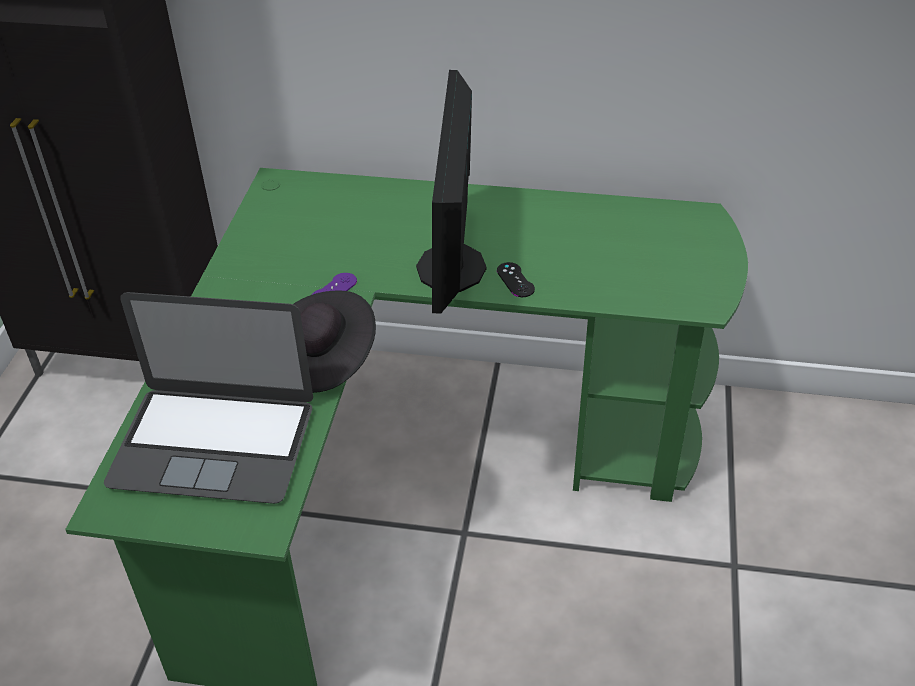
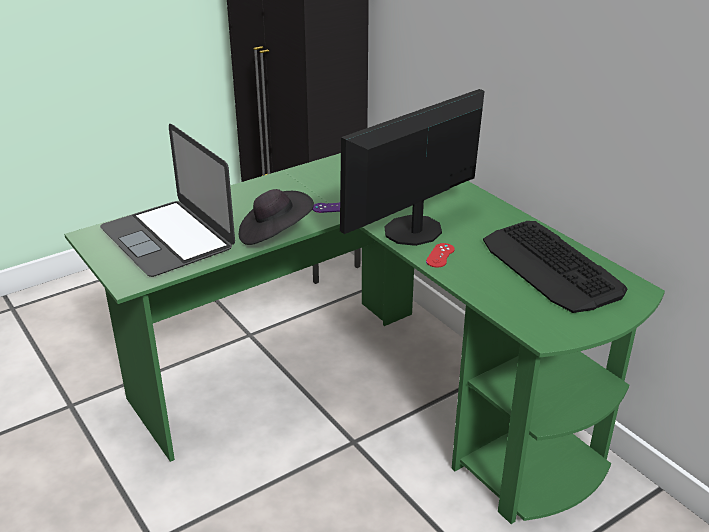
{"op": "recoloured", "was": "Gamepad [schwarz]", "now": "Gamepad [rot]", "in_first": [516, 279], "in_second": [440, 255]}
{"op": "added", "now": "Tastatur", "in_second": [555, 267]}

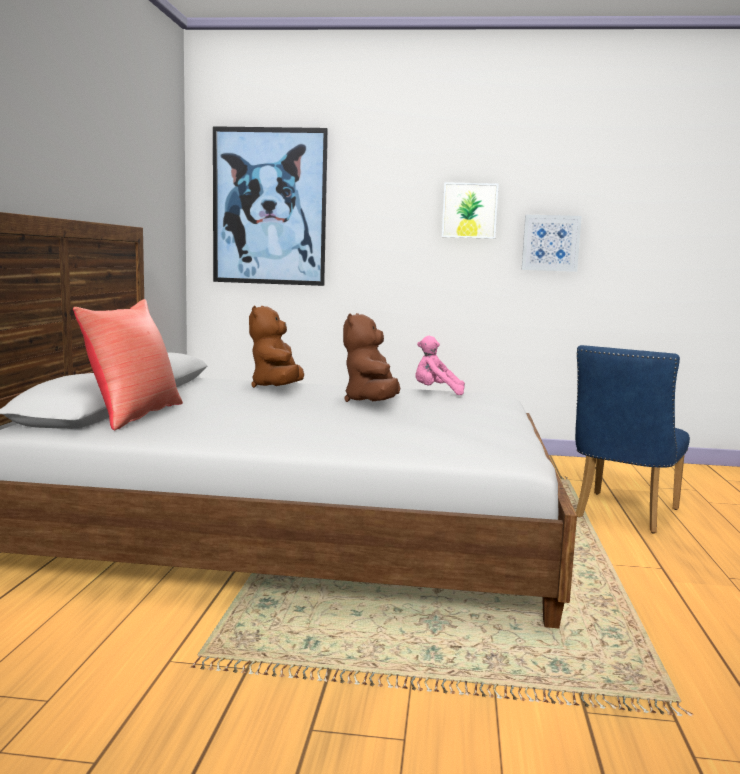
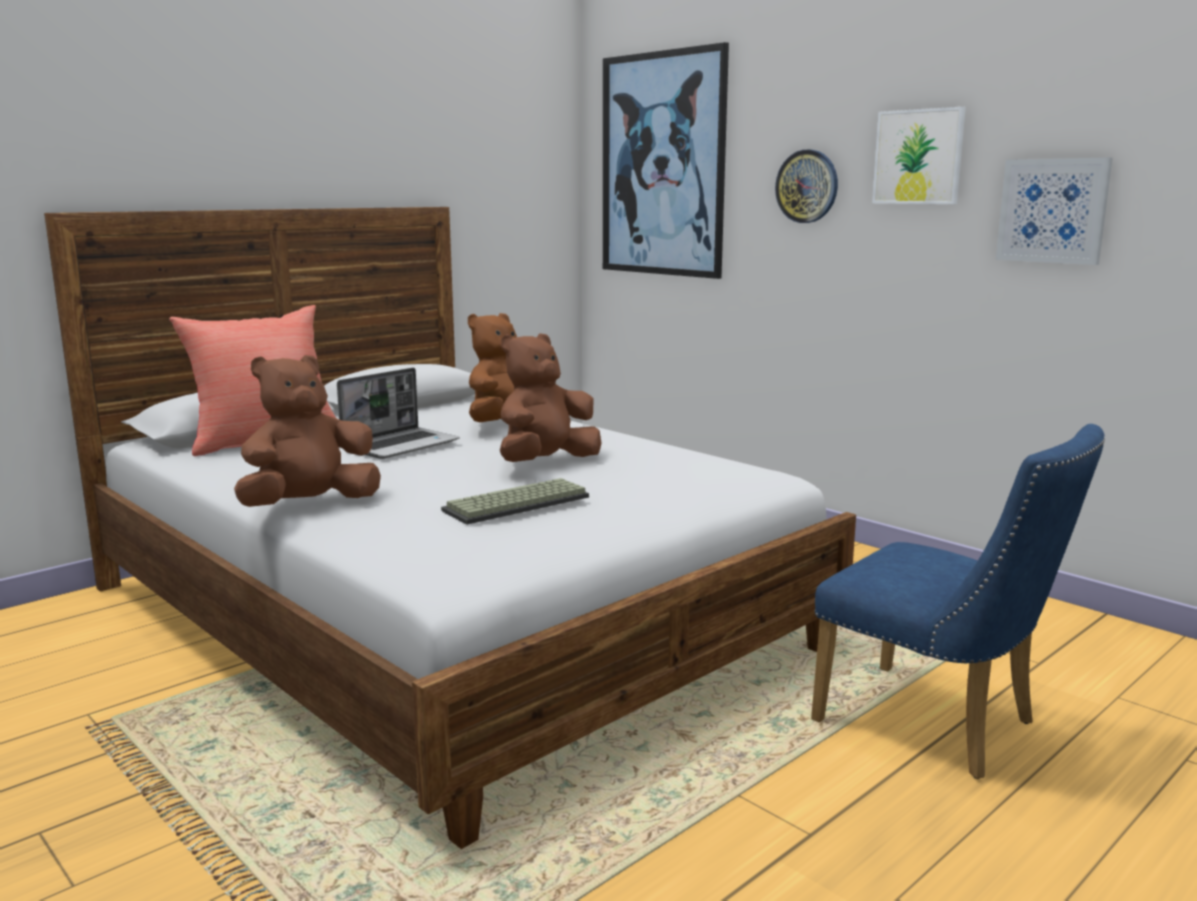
{"op": "removed", "was": "Plüschtier [rosa]", "in_first": [440, 365]}
{"op": "turned", "was": "Stuhl [blau]", "in_first": [632, 439], "in_second": [958, 601], "clockwise": -120}
{"op": "added", "now": "Plüschtier [braun]", "in_second": [307, 431]}
{"op": "added", "now": "Laptop", "in_second": [398, 413]}
{"op": "added", "now": "Tastatur", "in_second": [515, 501]}
{"op": "added", "now": "Wanduhr", "in_second": [806, 186]}

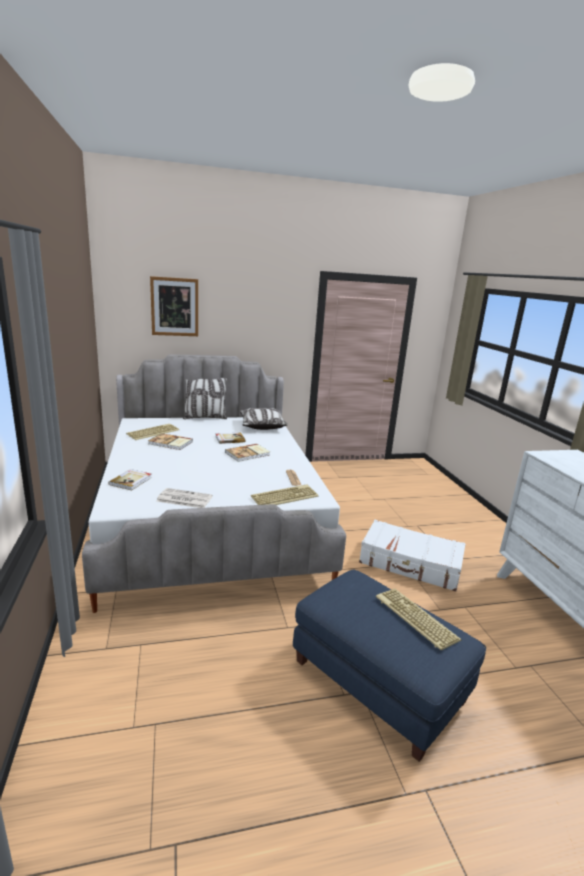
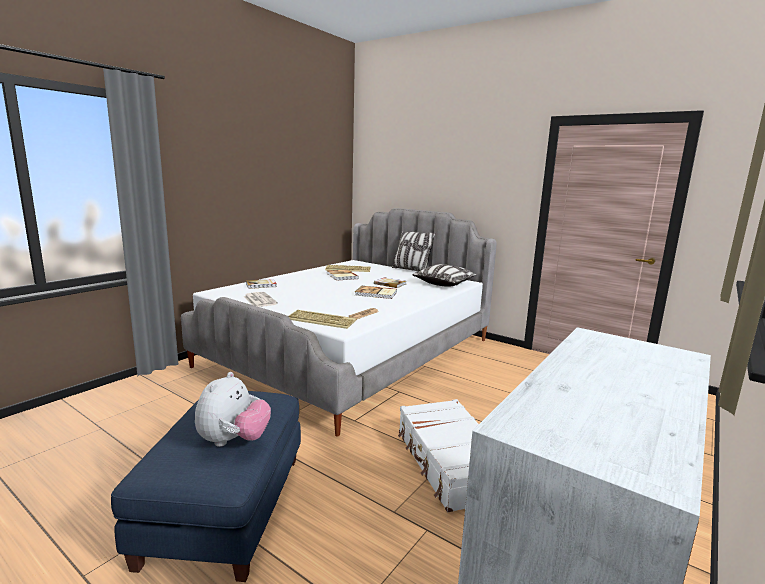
{"op": "removed", "was": "Bild", "in_first": [174, 306]}
{"op": "replaced", "was": "Tastatur", "now": "Plüschtier", "in_first": [418, 619], "in_second": [233, 409]}

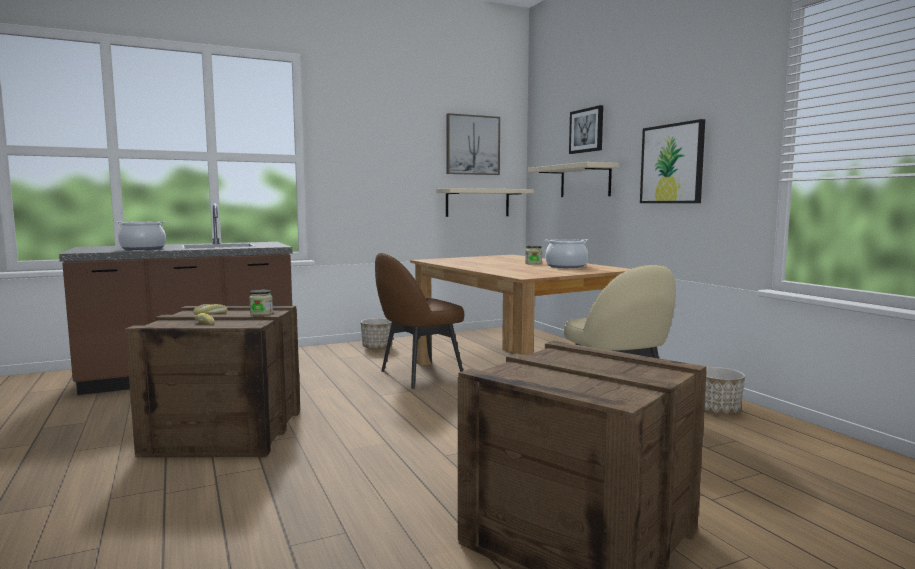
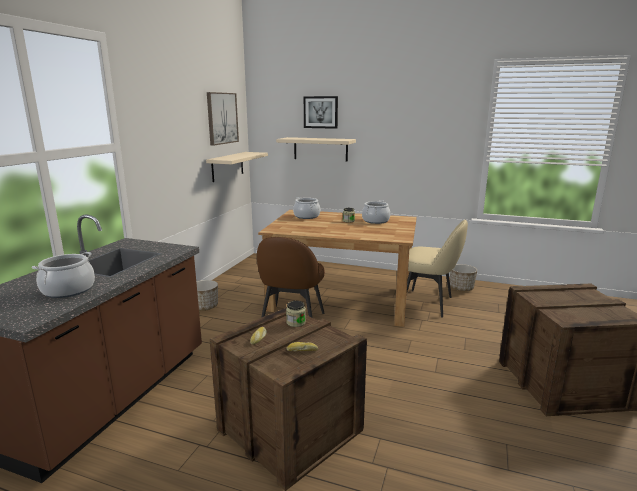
{"op": "removed", "was": "Bild", "in_first": [672, 161]}
{"op": "added", "now": "Kochtopf", "in_second": [306, 208]}

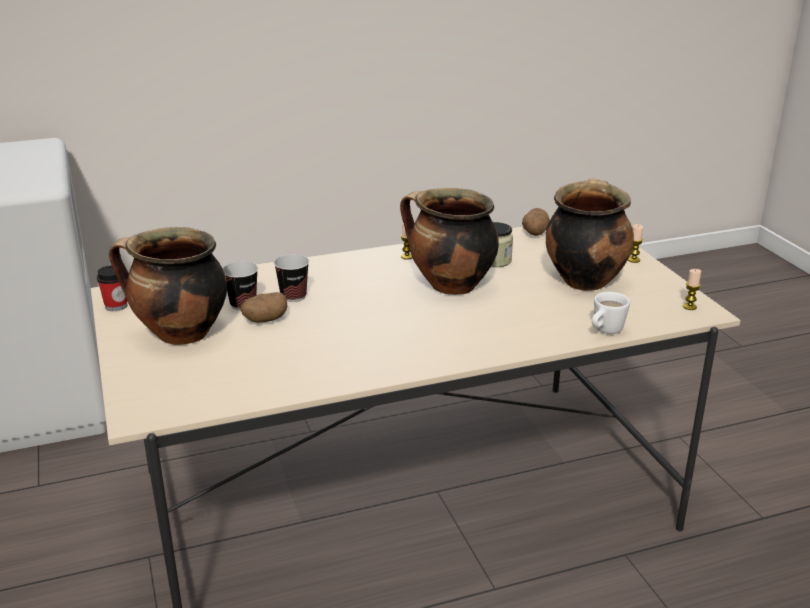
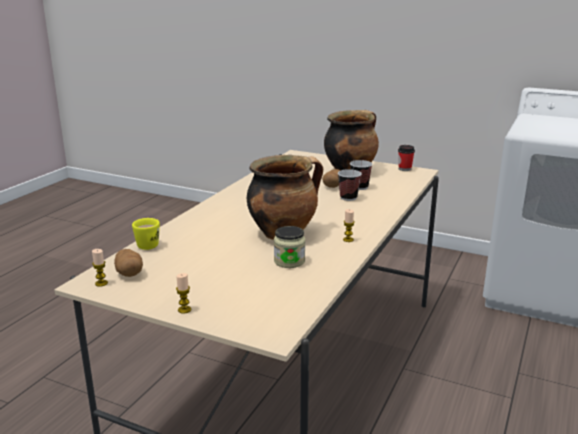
{"op": "moved", "was": "Kartoffel", "in_first": [536, 222], "in_second": [128, 263]}
{"op": "removed", "was": "Kochtopf", "in_first": [590, 234]}
{"op": "recoloured", "was": "Henkelbecher [weiß]", "now": "Henkelbecher [gelb]", "in_first": [611, 313], "in_second": [146, 234]}

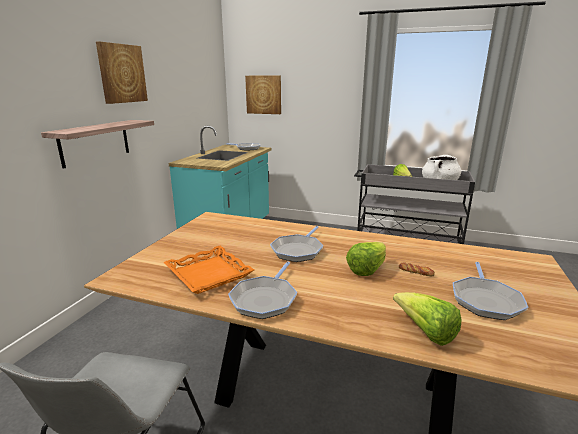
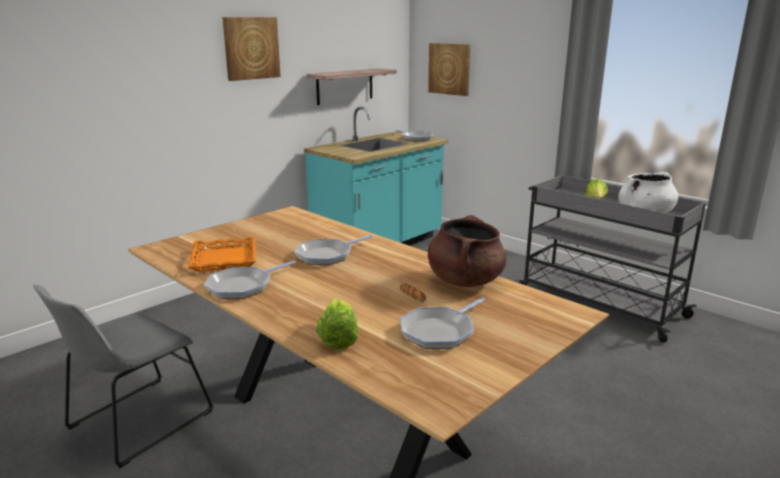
{"op": "moved", "was": "Wandregal", "in_first": [97, 144], "in_second": [352, 86]}
{"op": "removed", "was": "Salatkopf", "in_first": [366, 259]}
{"op": "added", "now": "Kochtopf [braun]", "in_second": [467, 251]}

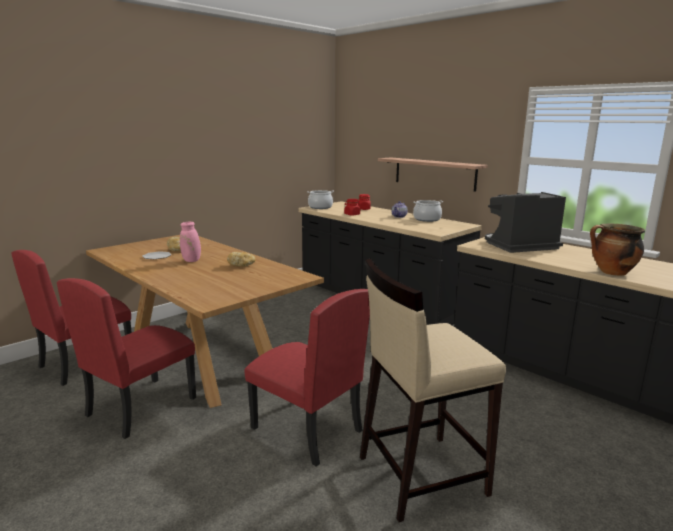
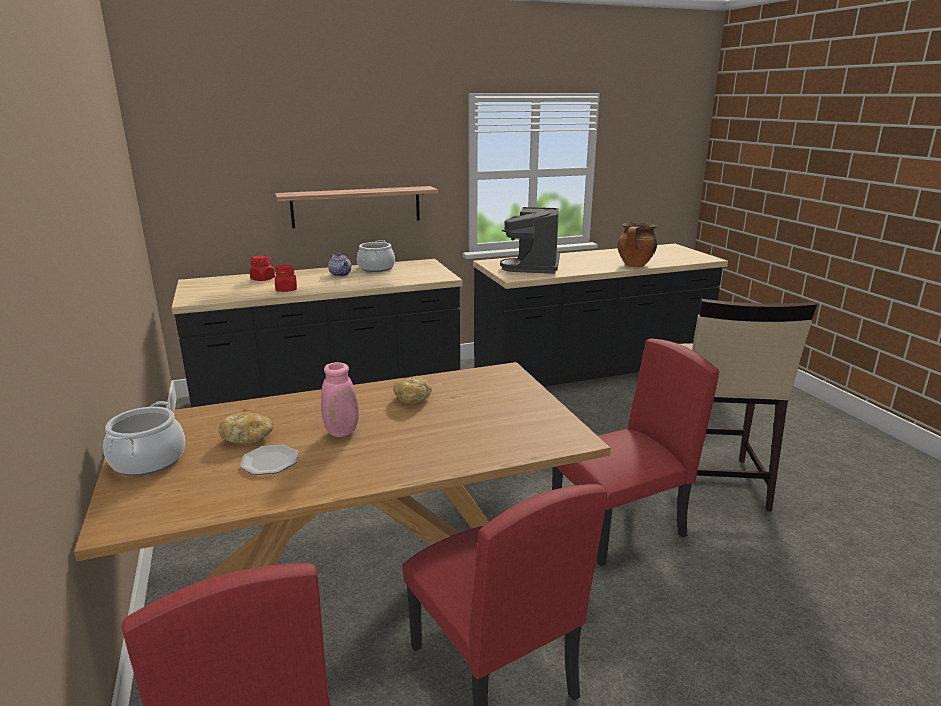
{"op": "moved", "was": "Kochtopf", "in_first": [320, 199], "in_second": [144, 438]}

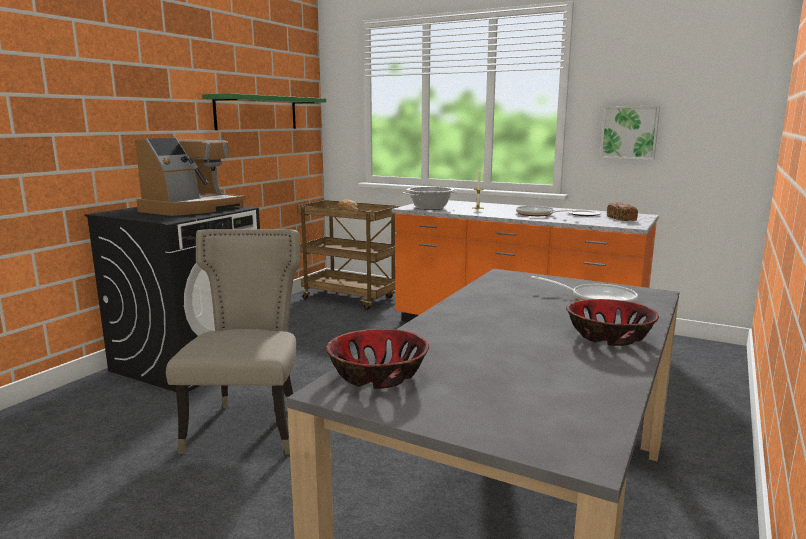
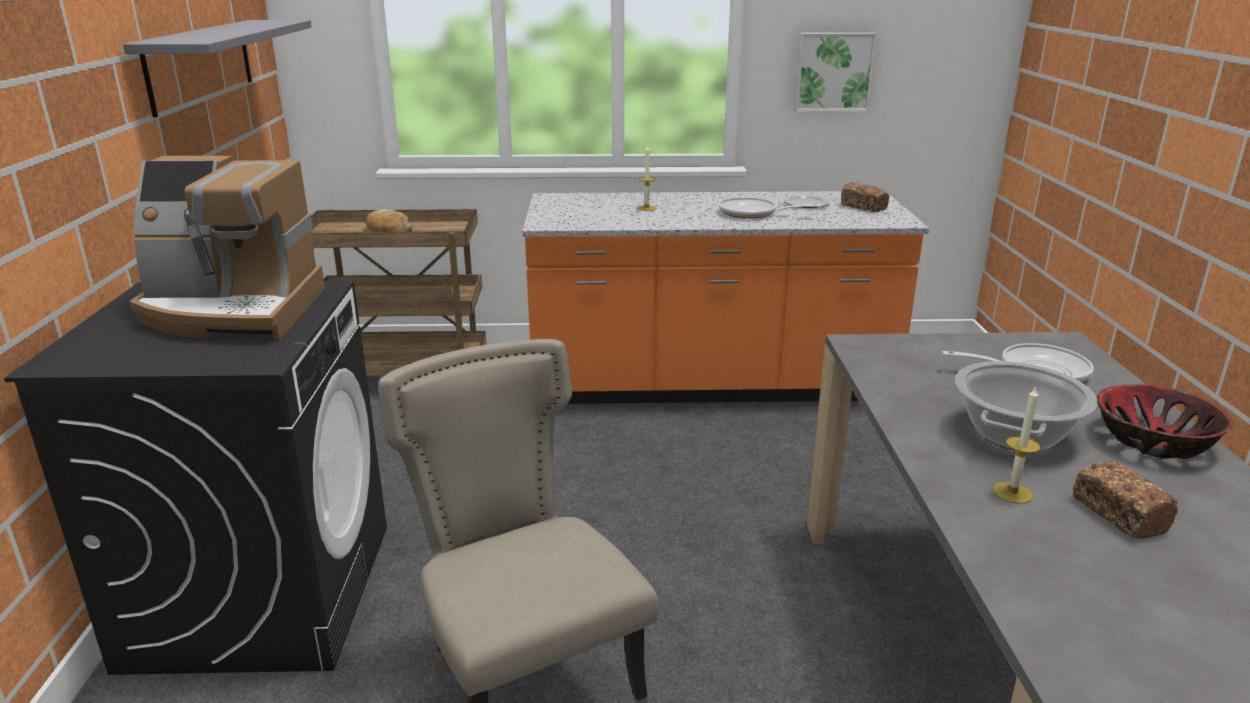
{"op": "turned", "was": "Kaffeemaschine", "in_first": [190, 177], "in_second": [227, 248], "clockwise": 90}
{"op": "recoloured", "was": "Wandregal [grün]", "now": "Wandregal [grau]", "in_first": [264, 111], "in_second": [217, 69]}
{"op": "removed", "was": "Schüssel", "in_first": [377, 359]}
{"op": "moved", "was": "Kochtopf", "in_first": [430, 198], "in_second": [1026, 406]}
{"op": "added", "now": "Kerze", "in_second": [1017, 445]}
{"op": "added", "now": "Brot", "in_second": [1126, 500]}

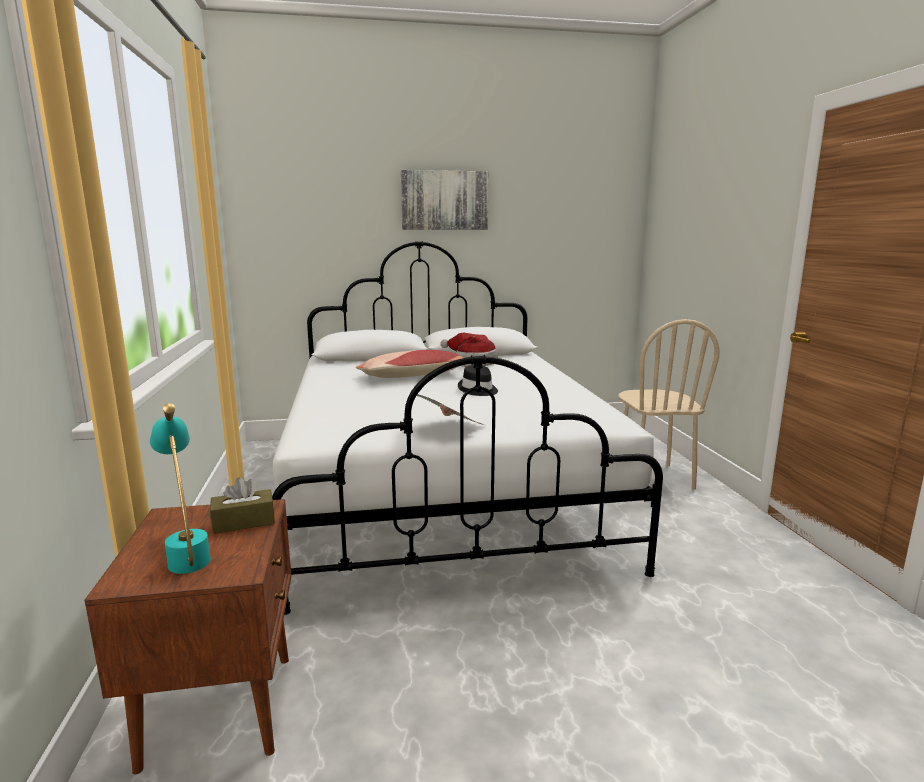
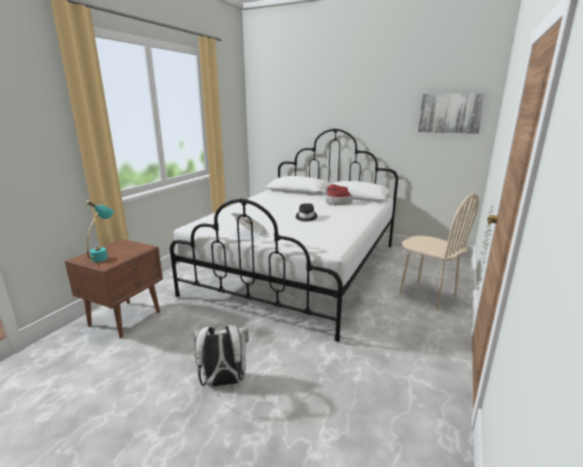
{"op": "removed", "was": "Taschentuchbox [braun]", "in_first": [242, 505]}
{"op": "removed", "was": "Kissen", "in_first": [409, 364]}
{"op": "moved", "was": "Bild", "in_first": [445, 200], "in_second": [452, 113]}
{"op": "turned", "was": "Stuhl [beige]", "in_first": [669, 404], "in_second": [439, 251], "clockwise": -75}
{"op": "added", "now": "Rucksack [weiß]", "in_second": [221, 355]}

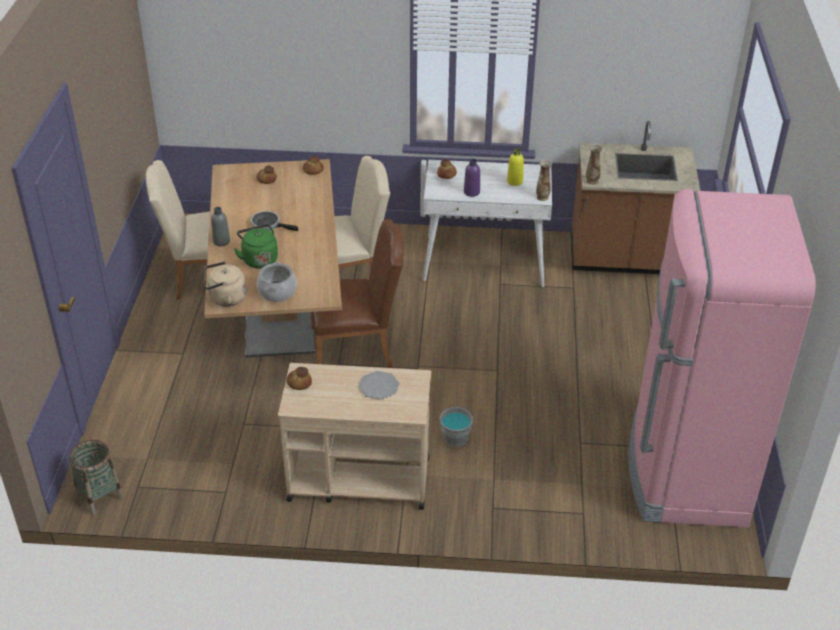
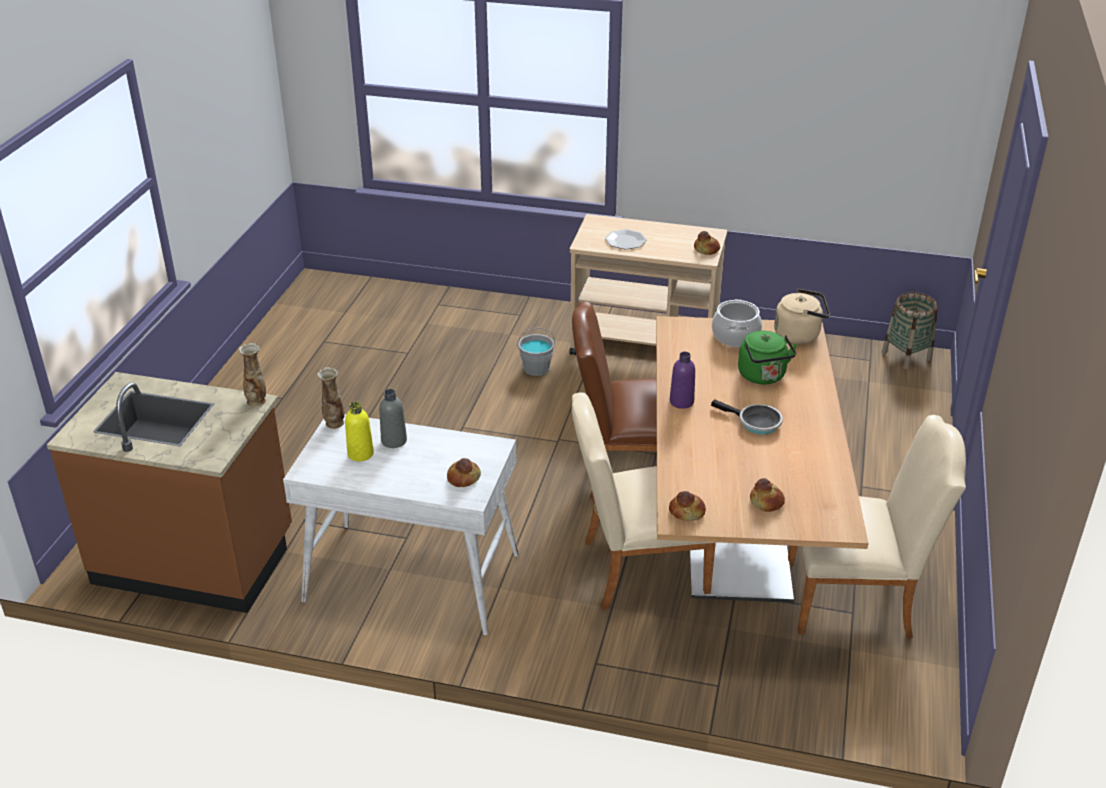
{"op": "moved", "was": "Flasche [grau]", "in_first": [220, 226], "in_second": [393, 418]}
{"op": "moved", "was": "Flasche [lila]", "in_first": [472, 178], "in_second": [682, 380]}
{"op": "removed", "was": "Kühlschrank [rosa]", "in_first": [722, 358]}

